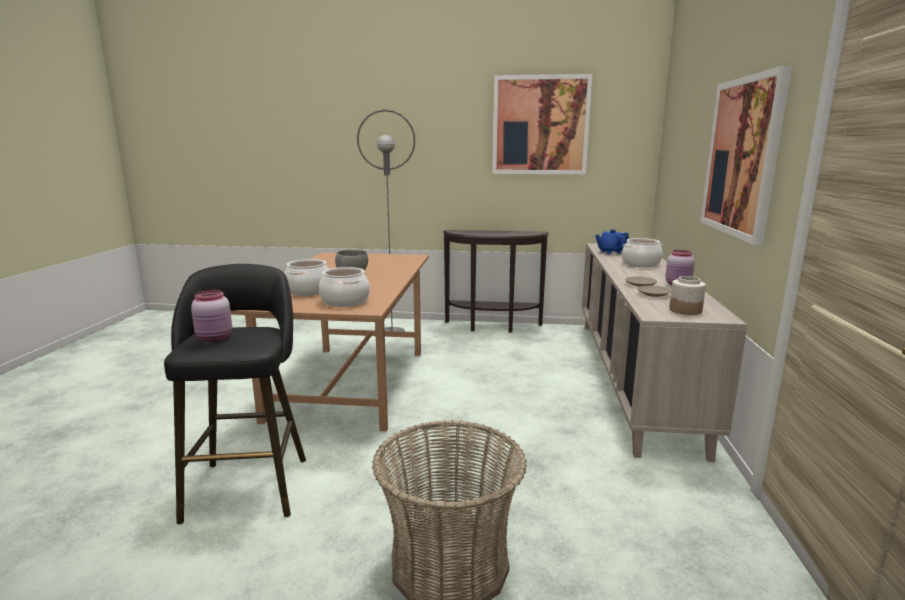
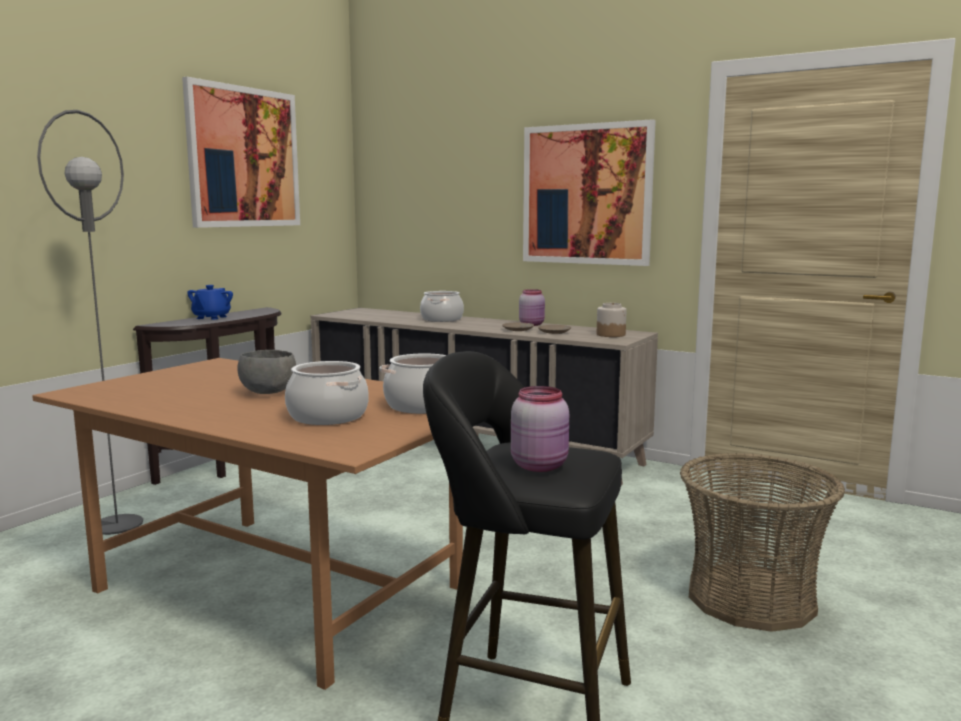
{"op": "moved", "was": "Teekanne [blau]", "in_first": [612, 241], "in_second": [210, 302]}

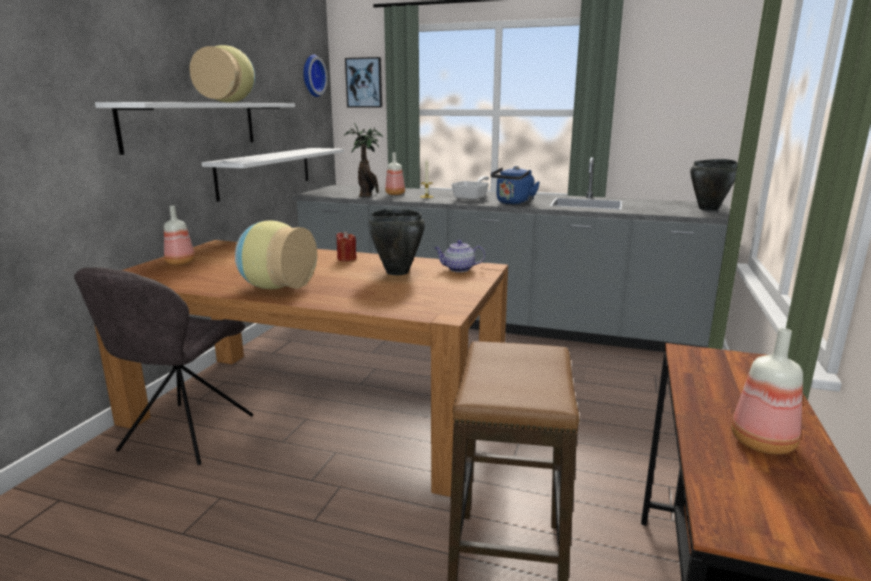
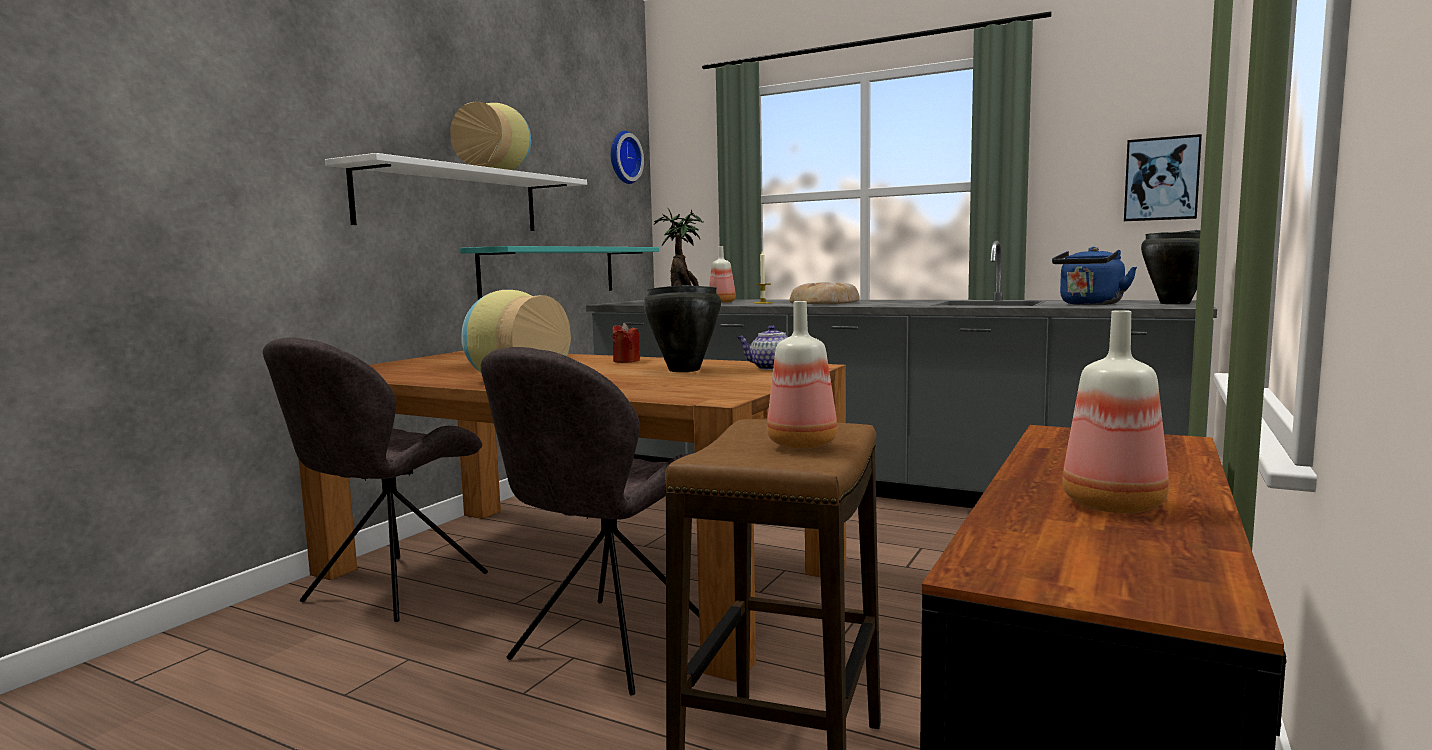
{"op": "moved", "was": "Flasche", "in_first": [179, 235], "in_second": [802, 374]}
{"op": "recoloured", "was": "Wandregal [weiß]", "now": "Wandregal [türkis]", "in_first": [273, 175], "in_second": [559, 273]}
{"op": "moved", "was": "Bild", "in_first": [363, 82], "in_second": [1163, 177]}
{"op": "replaced", "was": "Pfanne", "now": "Brot", "in_first": [470, 188], "in_second": [825, 293]}
{"op": "moved", "was": "Wasserkessel [blau]", "in_first": [515, 185], "in_second": [1094, 276]}
{"op": "added", "now": "Stuhl [grau]", "in_second": [590, 521]}

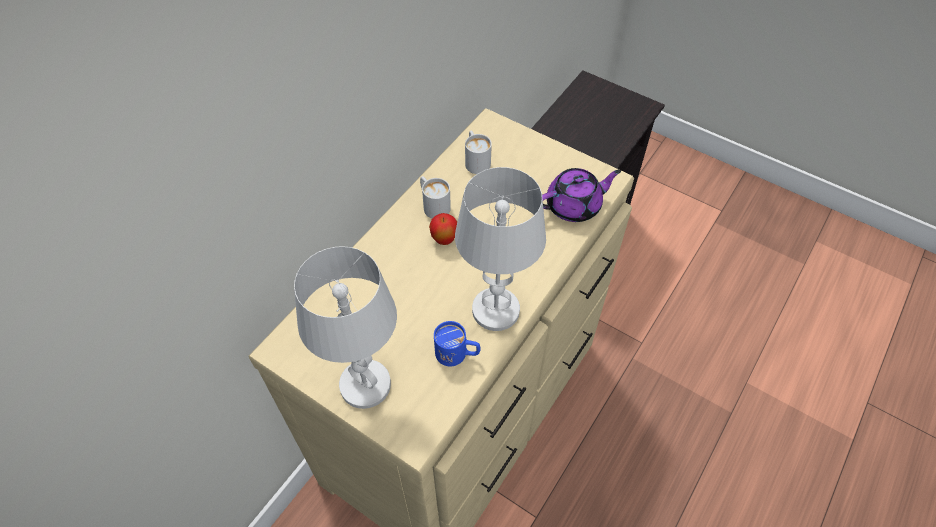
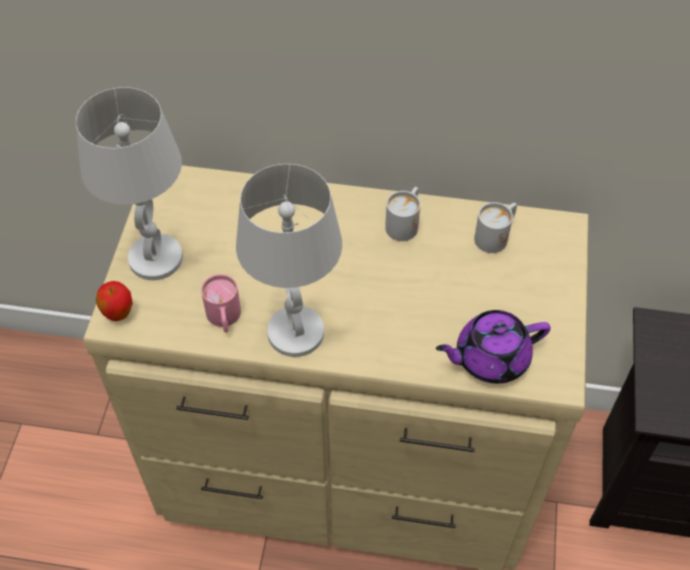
{"op": "moved", "was": "Apfel", "in_first": [443, 229], "in_second": [114, 301]}
{"op": "recoloured", "was": "Henkelbecher [blau]", "now": "Henkelbecher [rosa]", "in_first": [457, 344], "in_second": [221, 303]}
{"op": "turned", "was": "Teekanne [lila]", "in_first": [581, 195], "in_second": [493, 347], "clockwise": 120}

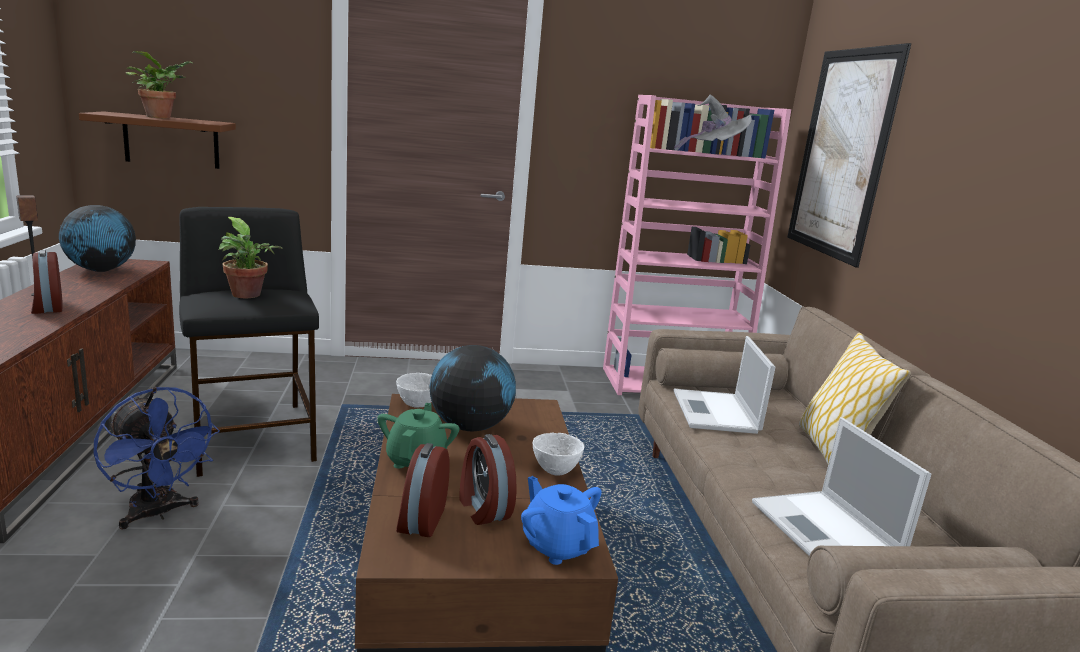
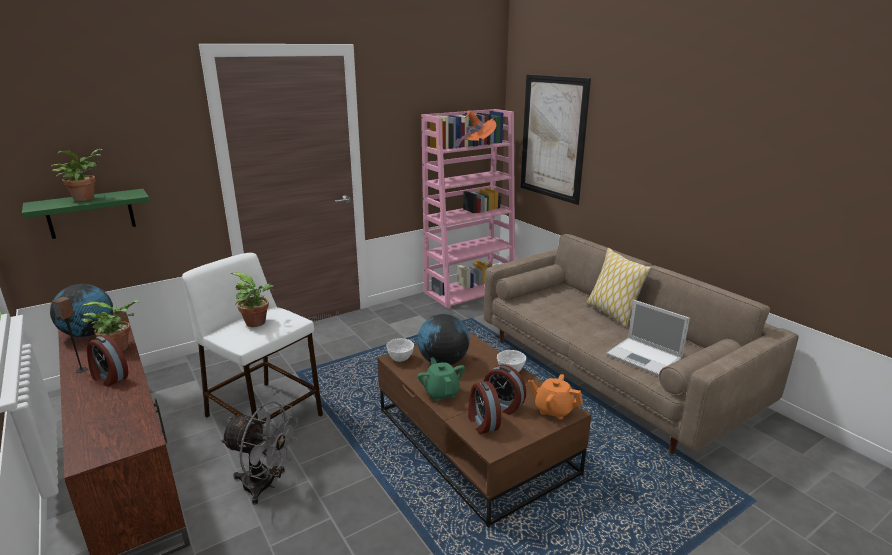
{"op": "recoloured", "was": "Wandregal [braun]", "now": "Wandregal [grün]", "in_first": [157, 140], "in_second": [86, 214]}
{"op": "recoloured", "was": "Ventilator [blau]", "now": "Ventilator [grau]", "in_first": [157, 458], "in_second": [259, 453]}
{"op": "recoloured", "was": "Hocker [schwarz]", "now": "Hocker [weiß]", "in_first": [249, 342], "in_second": [252, 352]}
{"op": "recoloured", "was": "Teekanne [blau]", "now": "Teekanne [orange]", "in_first": [561, 520], "in_second": [555, 396]}
{"op": "removed", "was": "Laptop", "in_first": [724, 385]}
{"op": "recoloured", "was": "Hut [grau]", "now": "Hut [orange]", "in_first": [713, 123], "in_second": [475, 129]}
{"op": "added", "now": "Topfpflanze", "in_second": [110, 325]}

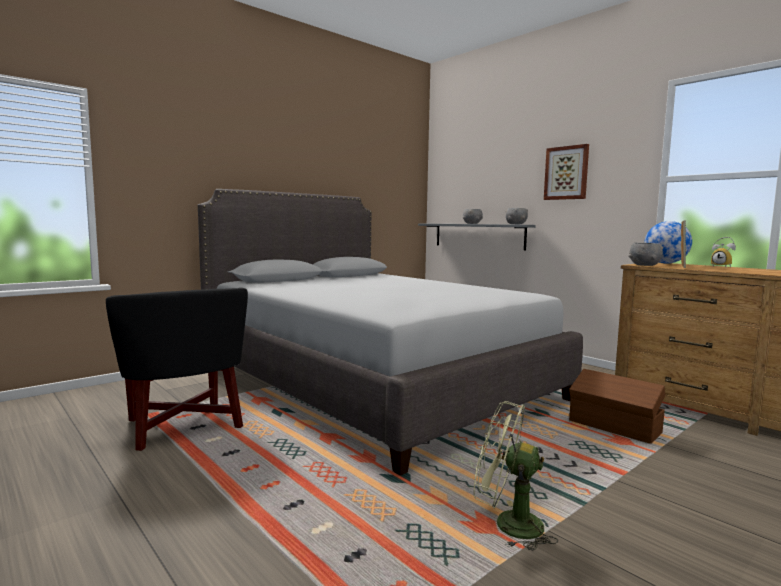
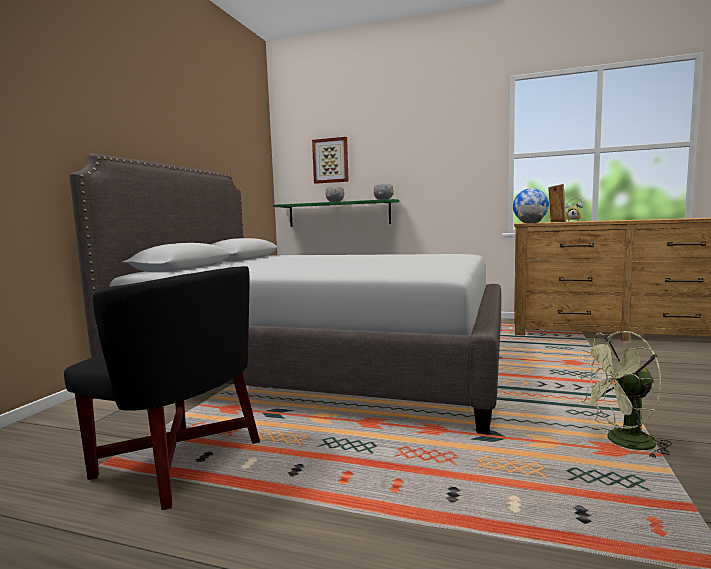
{"op": "recoloured", "was": "Wandregal [grau]", "now": "Wandregal [grün]", "in_first": [477, 236], "in_second": [336, 213]}
{"op": "moved", "was": "Bild", "in_first": [566, 172], "in_second": [330, 160]}
{"op": "removed", "was": "Aufbewahrungsbox [braun]", "in_first": [617, 406]}

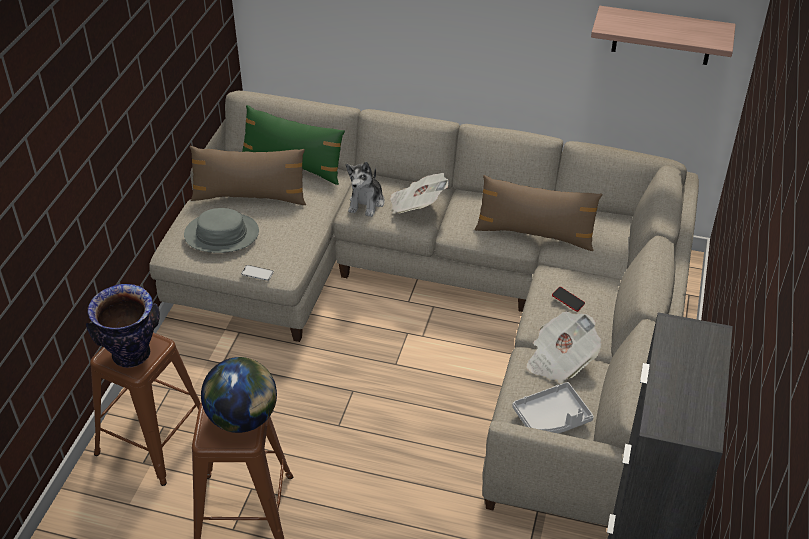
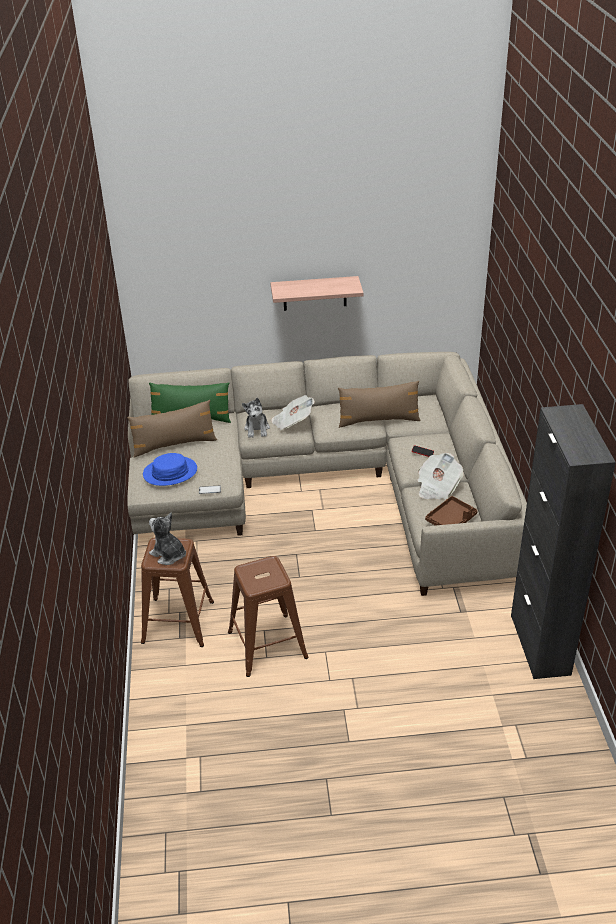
{"op": "replaced", "was": "Vase", "now": "Plüschtier", "in_first": [123, 326], "in_second": [167, 538]}
{"op": "recoloured", "was": "Hut [grau]", "now": "Hut [blau]", "in_first": [221, 230], "in_second": [170, 469]}
{"op": "removed", "was": "Globus", "in_first": [239, 395]}
{"op": "recoloured", "was": "Tablett [grau]", "now": "Tablett [braun]", "in_first": [553, 407], "in_second": [451, 511]}
{"op": "moved", "was": "Wandregal", "in_first": [663, 35], "in_second": [317, 293]}

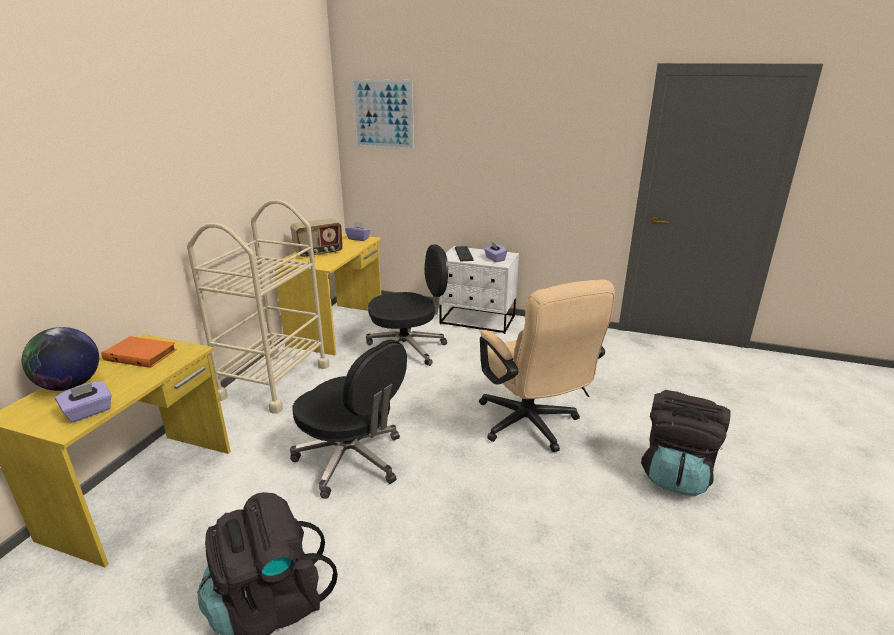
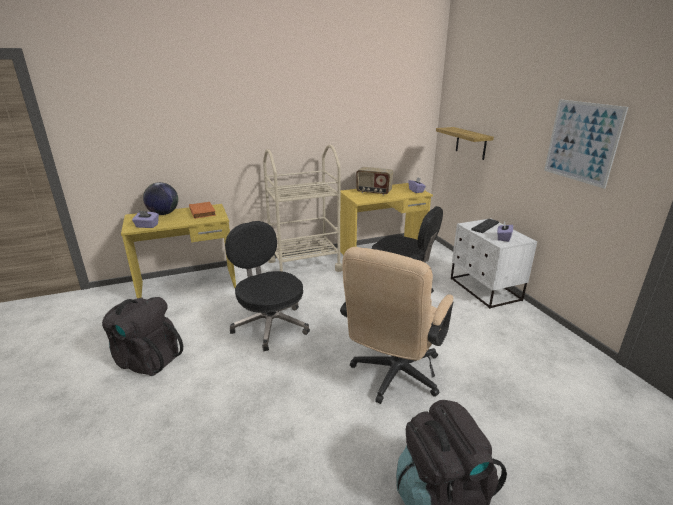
{"op": "turned", "was": "Bürostuhl [schwarz]", "in_first": [348, 419], "in_second": [267, 286], "clockwise": 150}
{"op": "moved", "was": "Bild", "in_first": [383, 114], "in_second": [586, 144]}
{"op": "added", "now": "Wandregal", "in_second": [465, 143]}

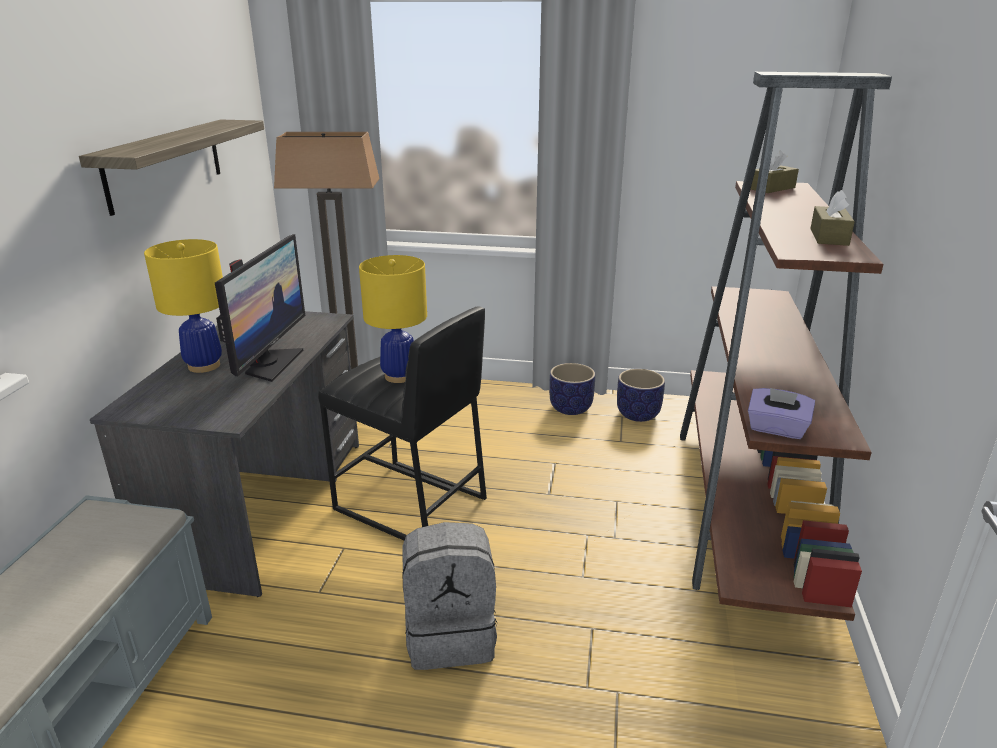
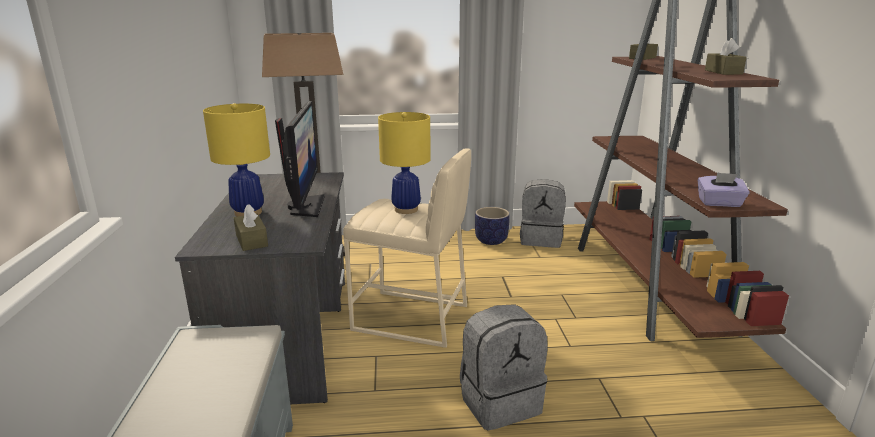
{"op": "removed", "was": "Wandregal", "in_first": [171, 168]}
{"op": "recoloured", "was": "Hocker [schwarz]", "now": "Hocker [beige]", "in_first": [402, 423], "in_second": [407, 248]}
{"op": "replaced", "was": "Pflanzkübel", "now": "Rucksack [grau]", "in_first": [641, 395], "in_second": [543, 213]}
{"op": "added", "now": "Taschentuchbox [braun]", "in_second": [251, 227]}

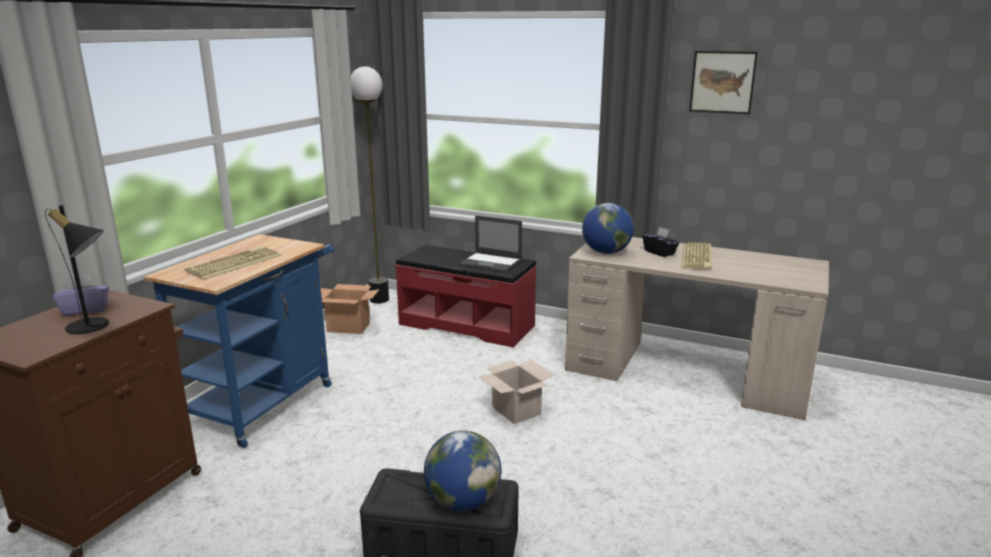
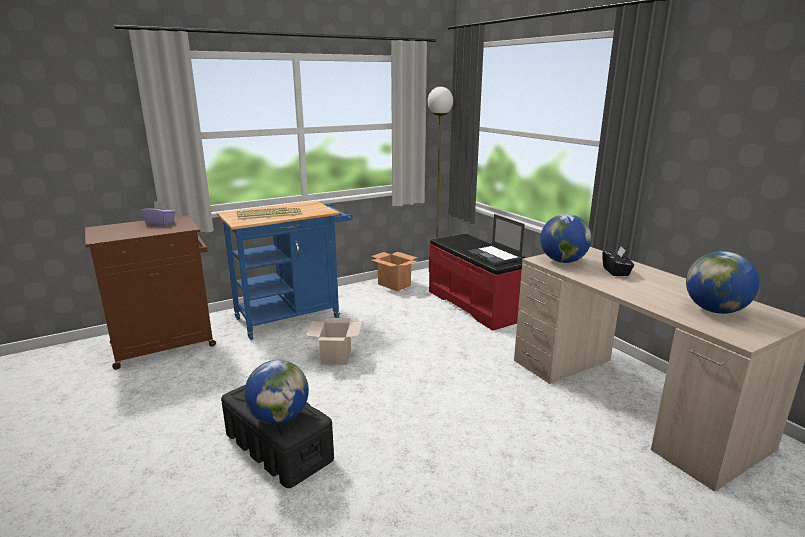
{"op": "removed", "was": "Tischlampe [schwarz]", "in_first": [77, 269]}
{"op": "moved", "was": "Karton", "in_first": [516, 392], "in_second": [334, 341]}
{"op": "removed", "was": "Tastatur", "in_first": [697, 256]}
{"op": "removed", "was": "Bild", "in_first": [723, 82]}
{"op": "added", "now": "Globus", "in_second": [722, 282]}

